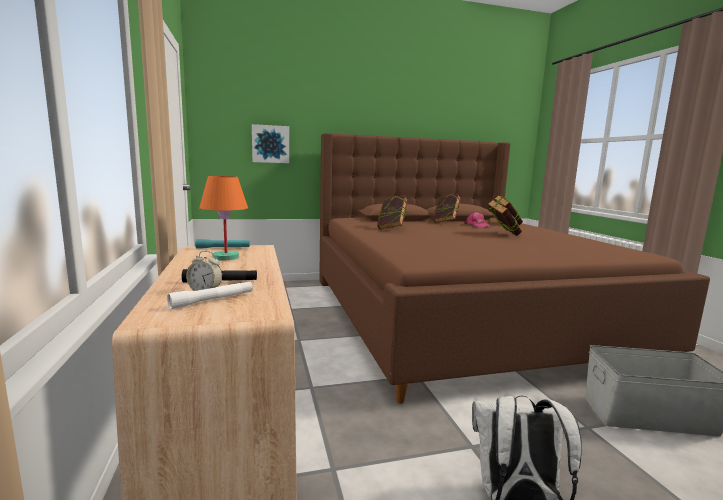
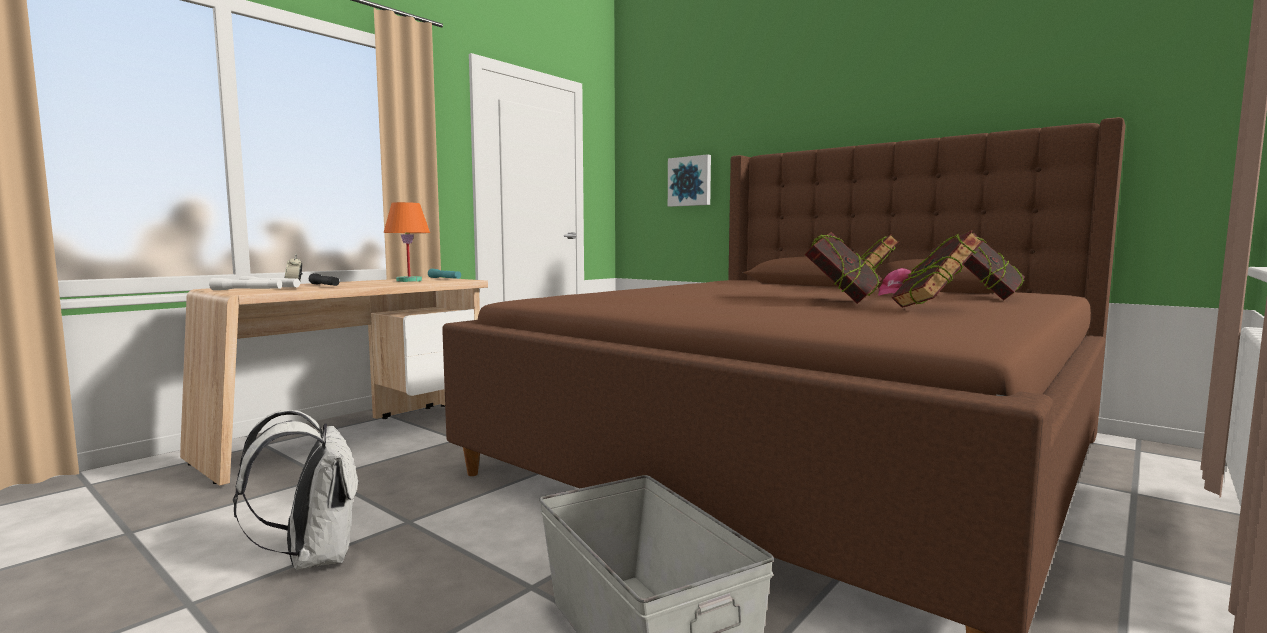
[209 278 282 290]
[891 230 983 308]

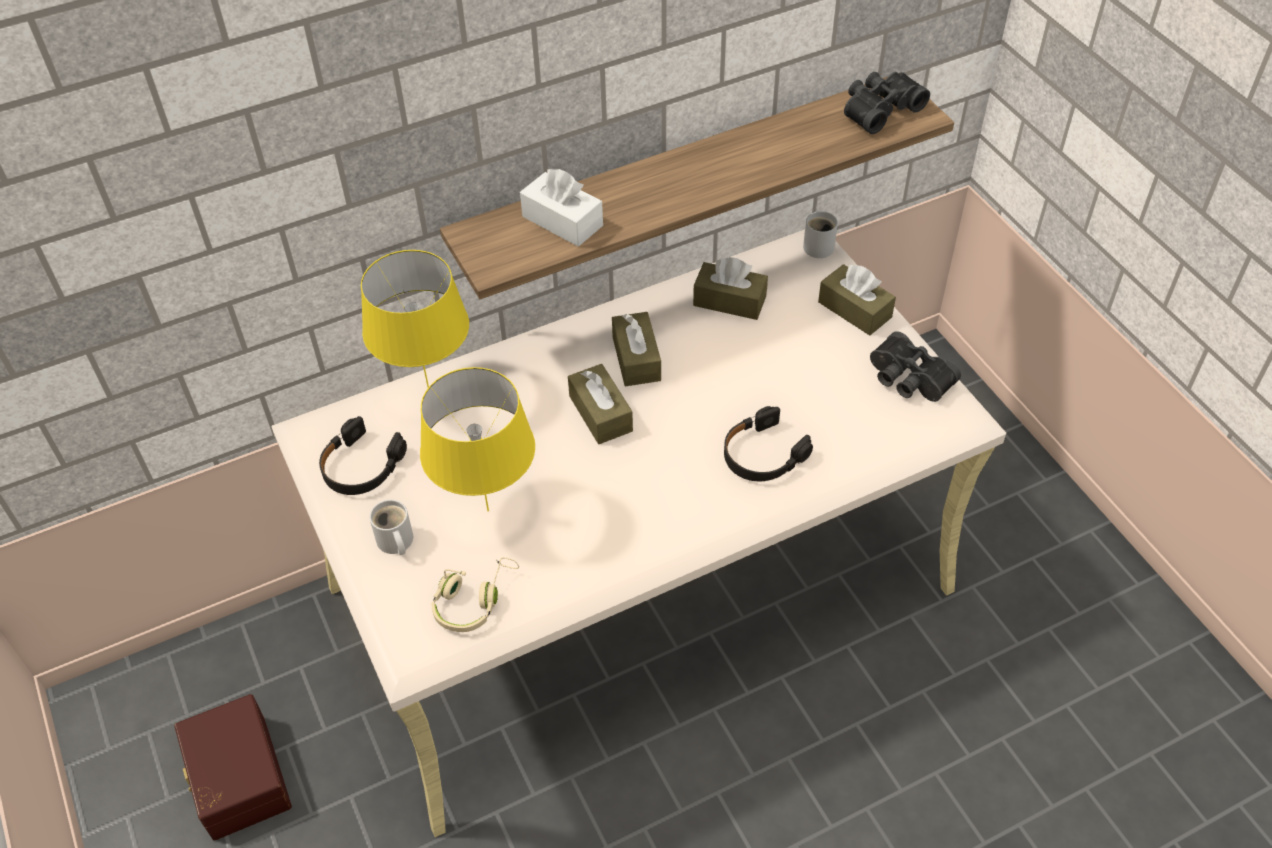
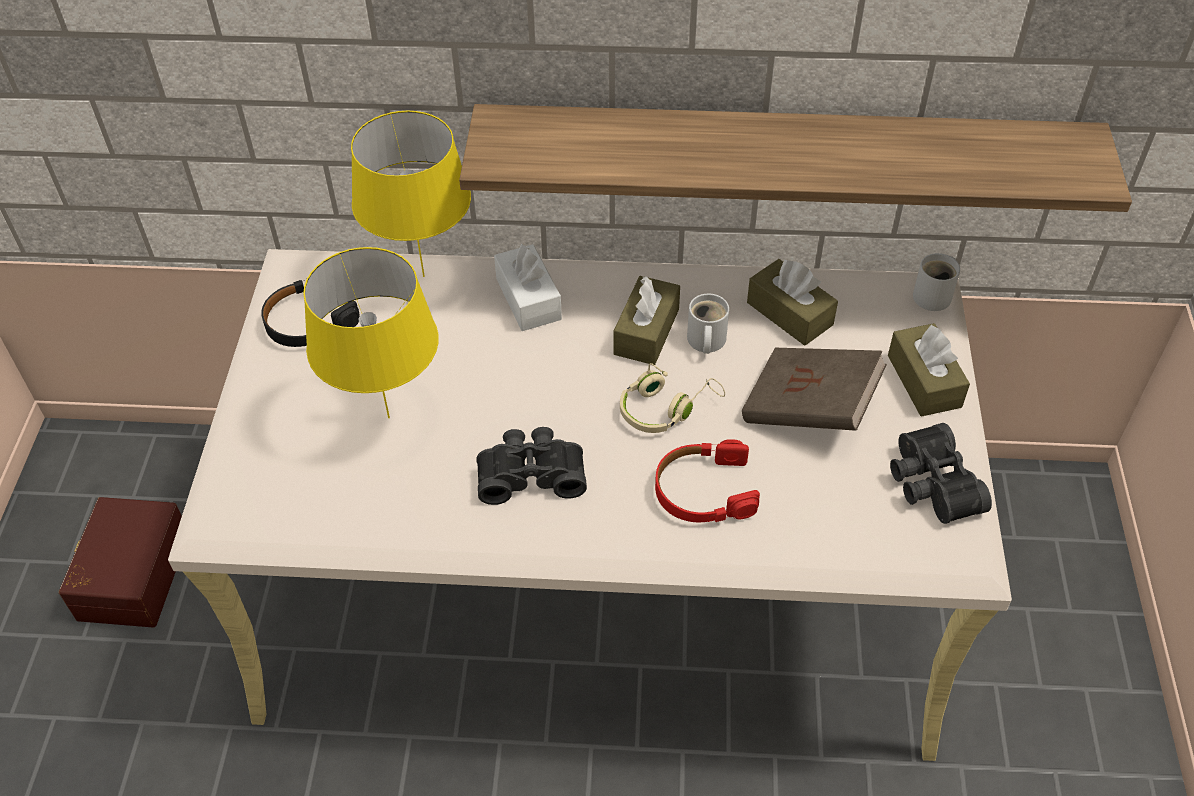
[476 427 587 505]
[494 244 562 331]
[620 363 725 433]
[655 439 760 522]
[687 294 729 354]
[742 348 887 431]
[568 364 633 444] (first image)

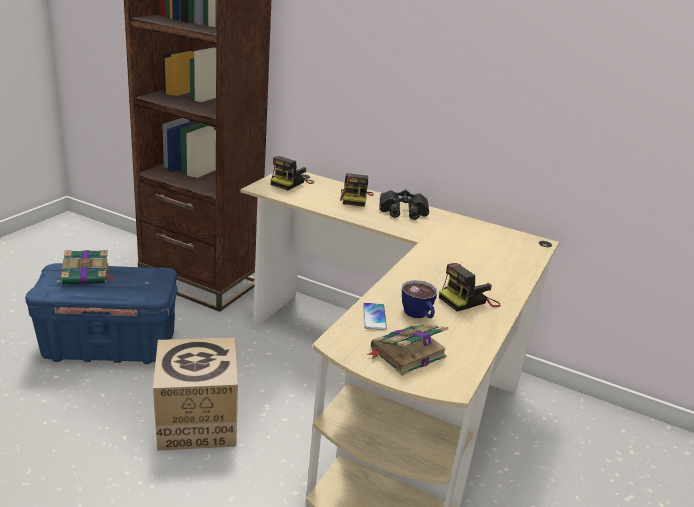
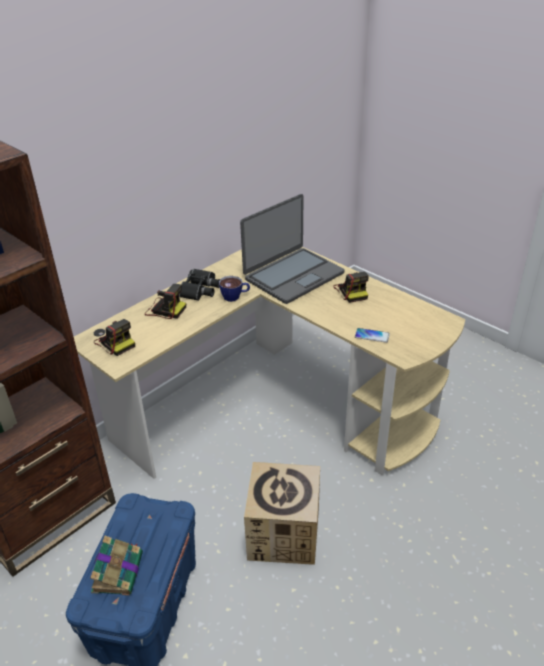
[219 276 250 302]
[240 194 344 304]
[367 324 448 376] (first image)

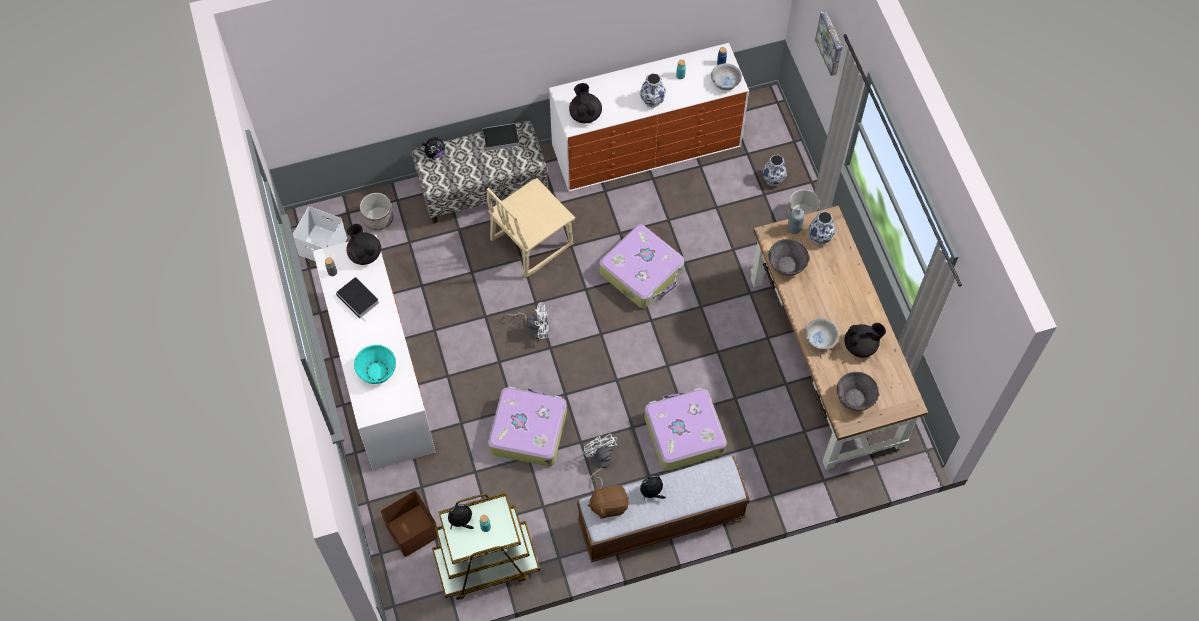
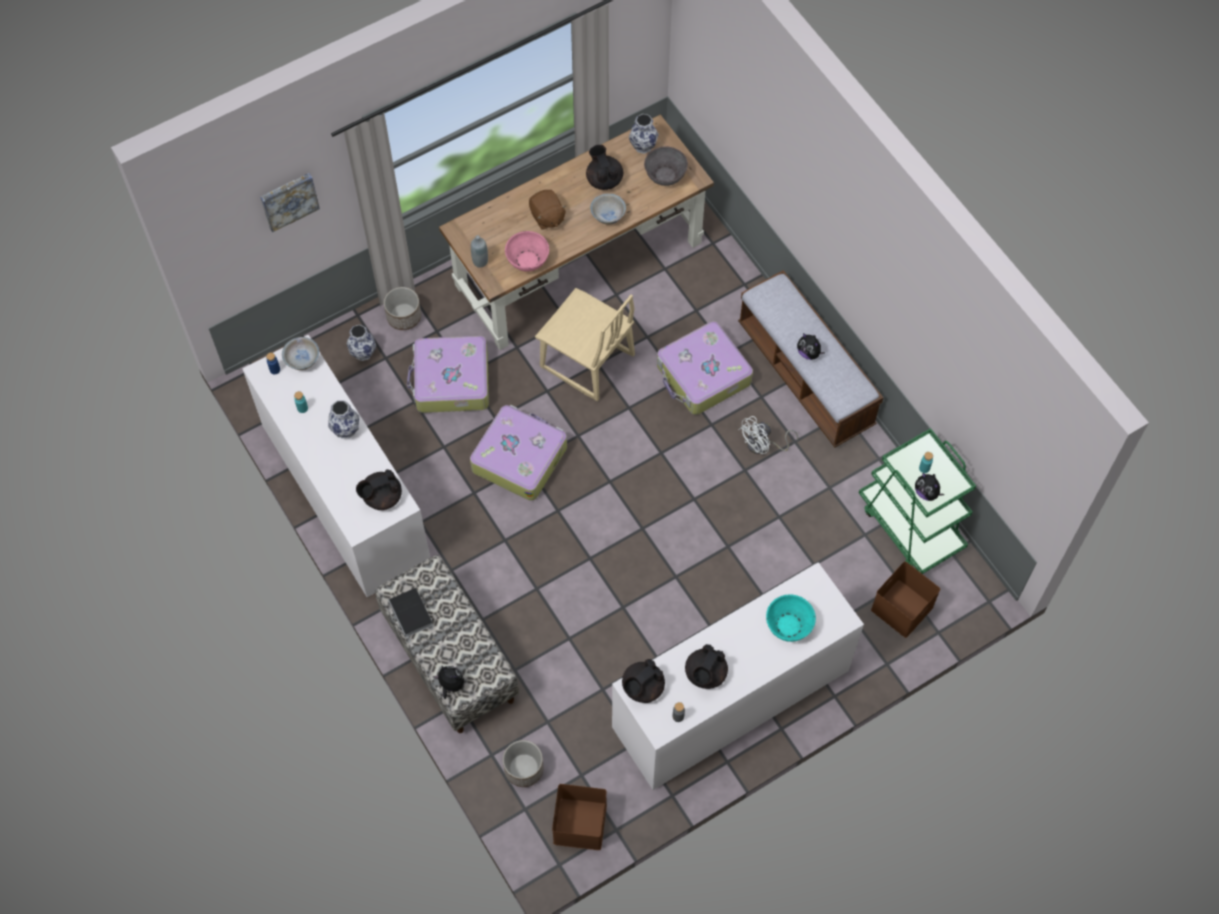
[407 336 489 413]
[505 231 549 272]
[529 190 567 230]
[535 288 635 401]
[552 784 607 850]
[629 114 659 154]
[685 644 728 689]
[859 428 976 574]
[506 303 548 339] (first image)

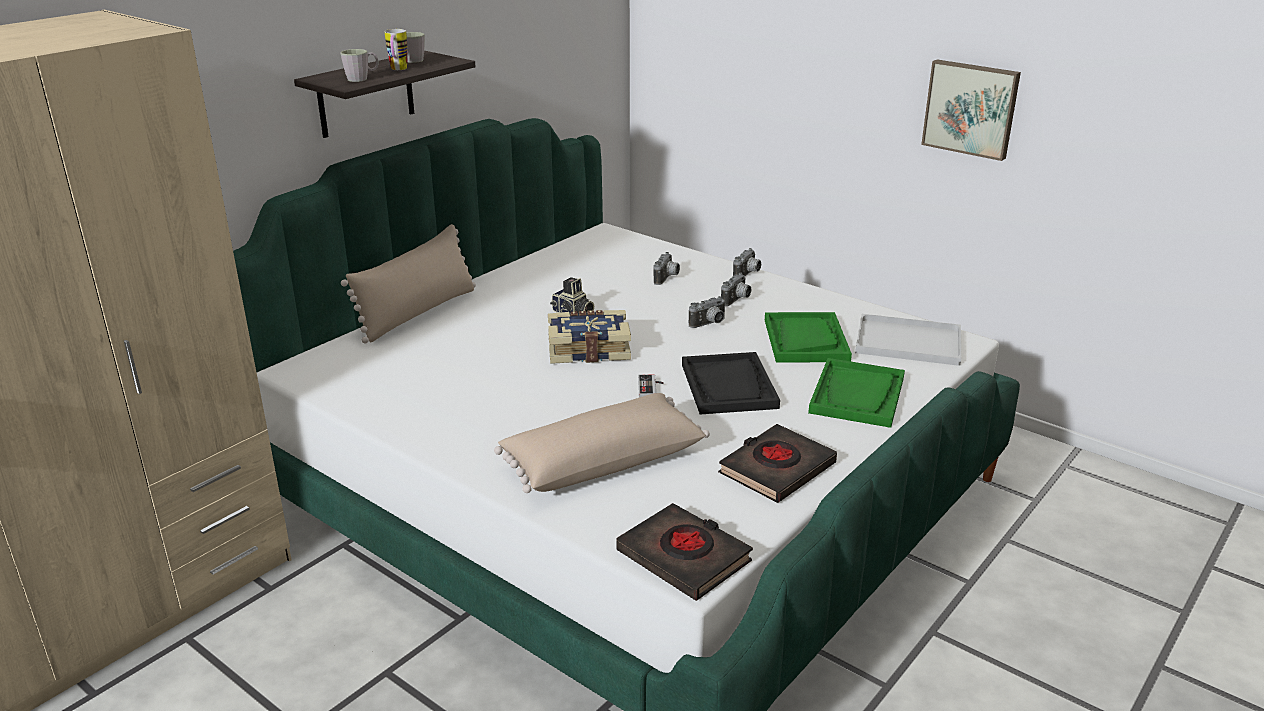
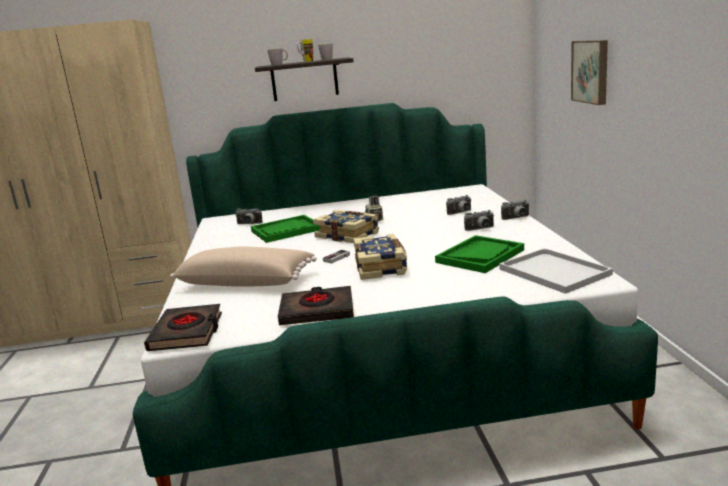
[235 208 263 224]
[251 215 321 243]
[353 234 407 280]
[571 40 608 105]
[341 224 476 343] (first image)

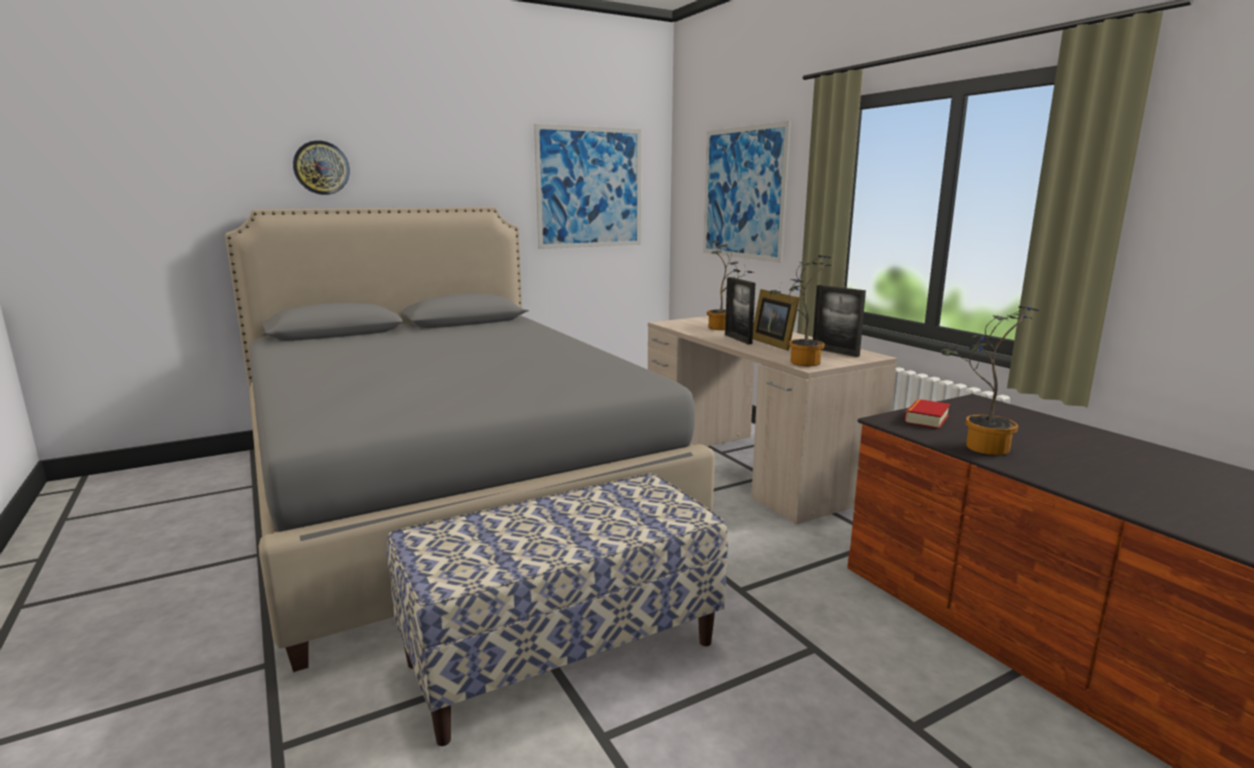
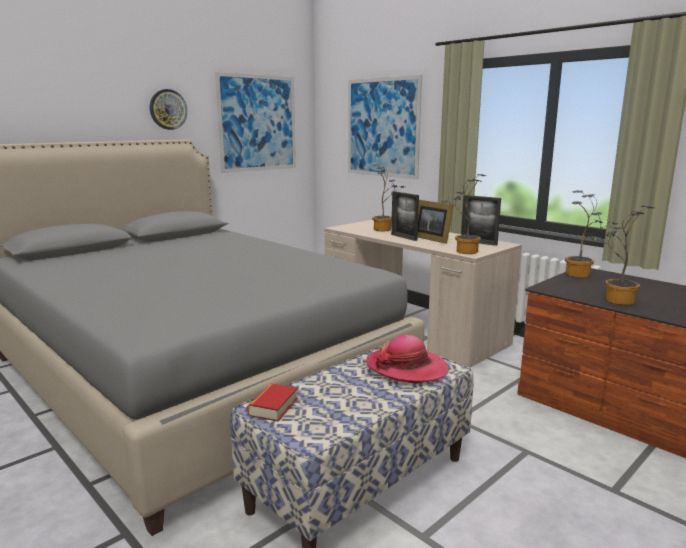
[150 89 187 130]
[247 383 298 421]
[366 335 449 384]
[565 191 618 278]

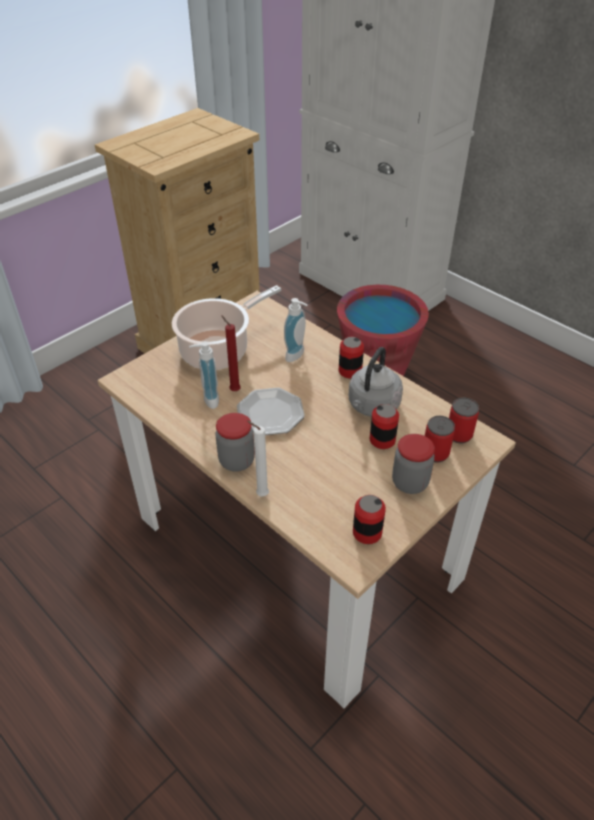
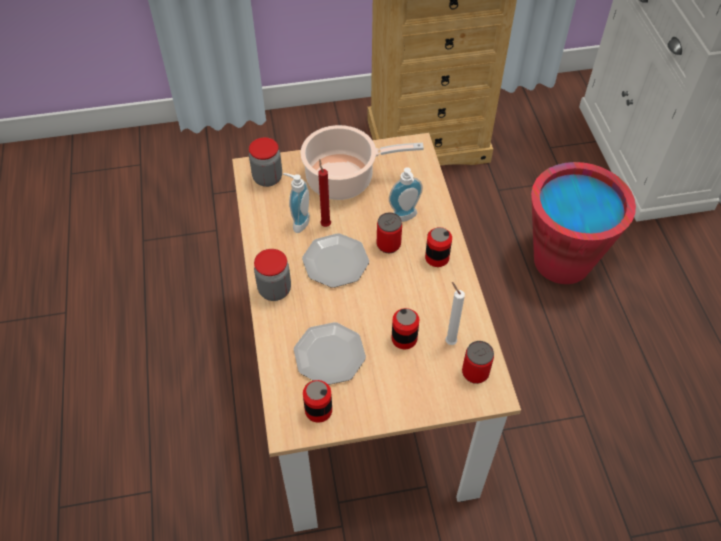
[249 137 282 187]
[294 322 366 385]
[377 212 402 253]
[446 282 465 345]
[349 347 403 417] (first image)

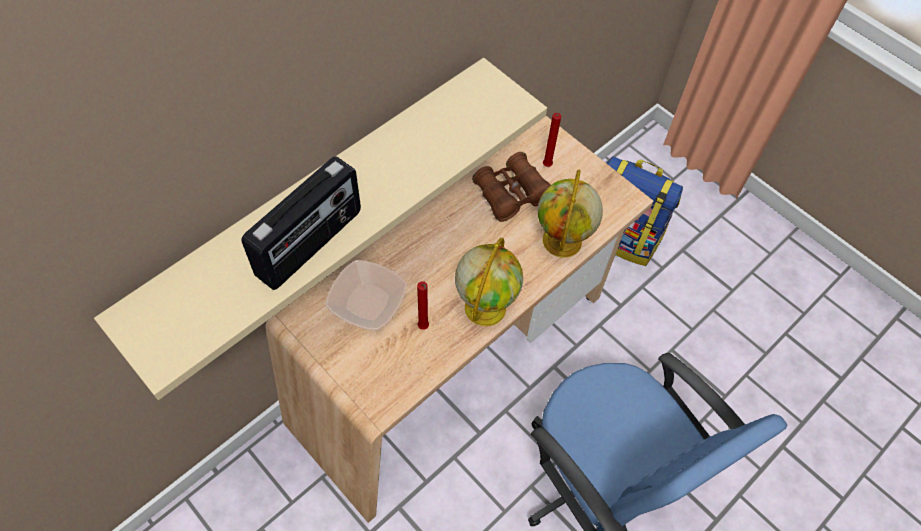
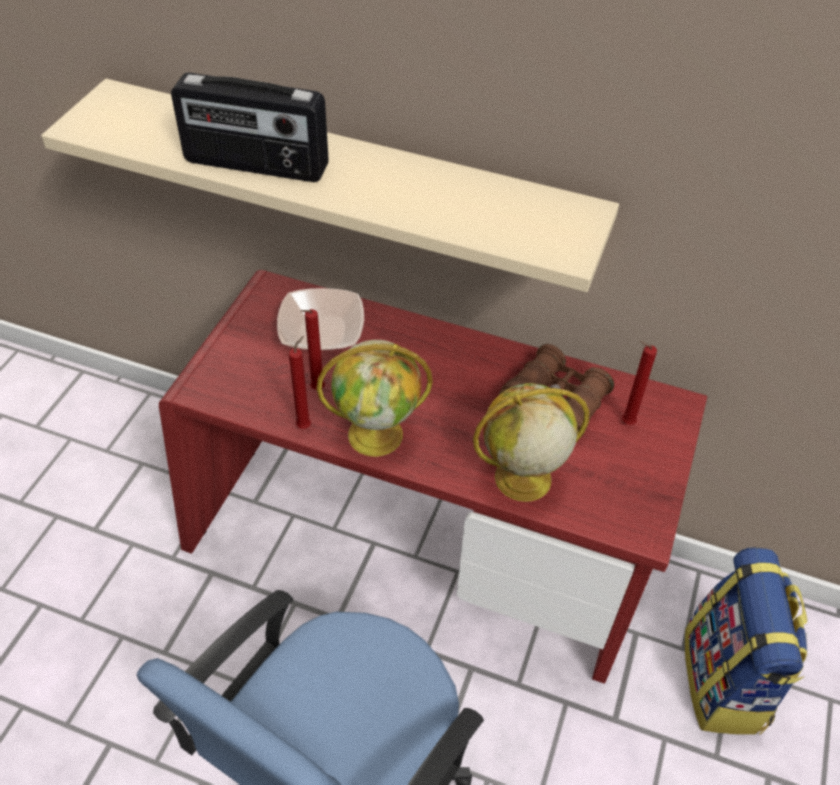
[159 270 707 684]
[289 336 311 429]

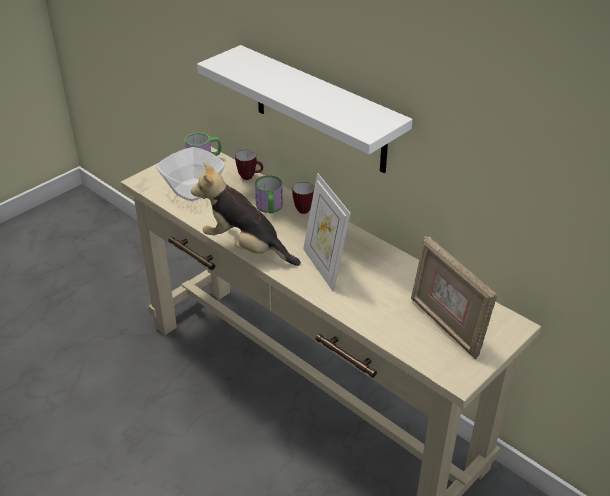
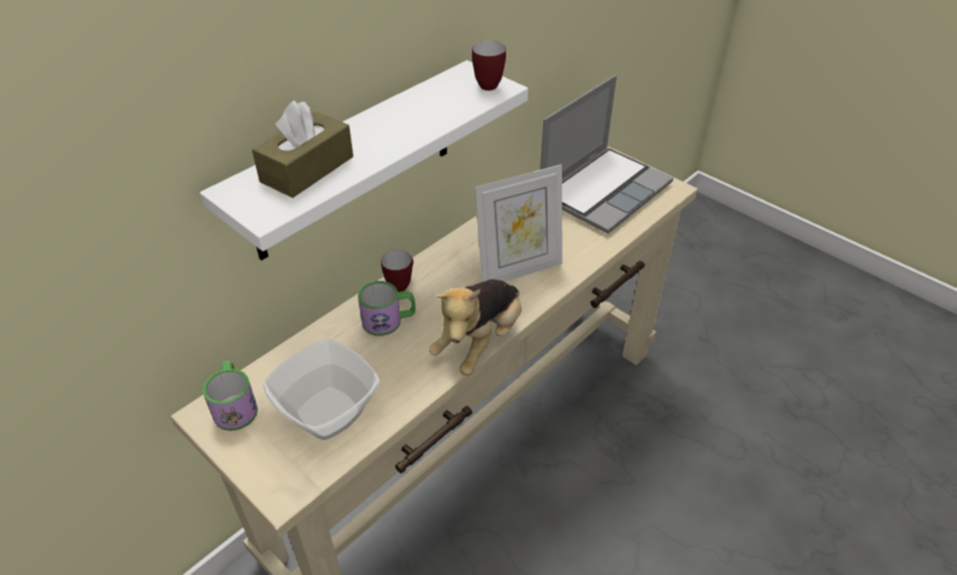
[252 100 353 198]
[472 41 506 91]
[540 75 674 234]

